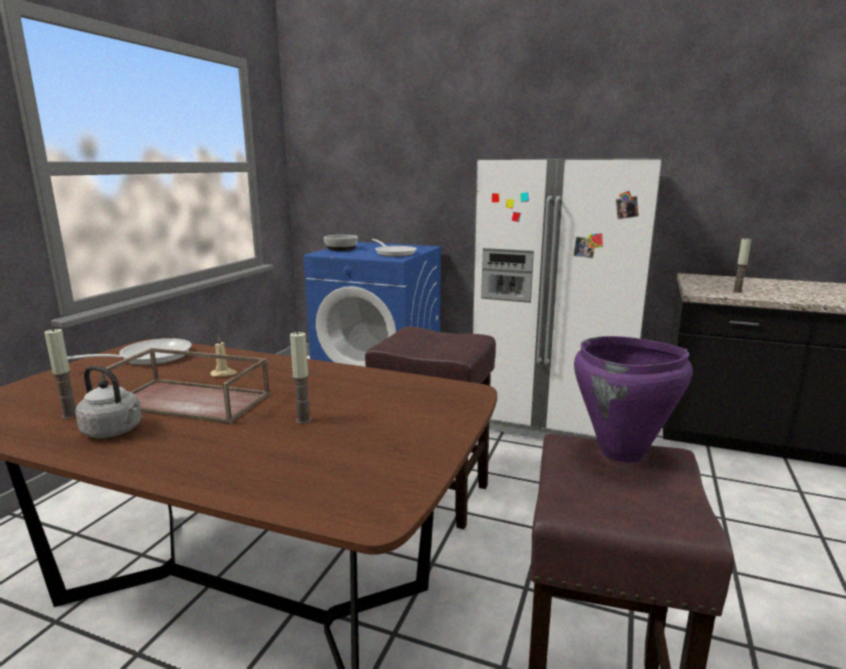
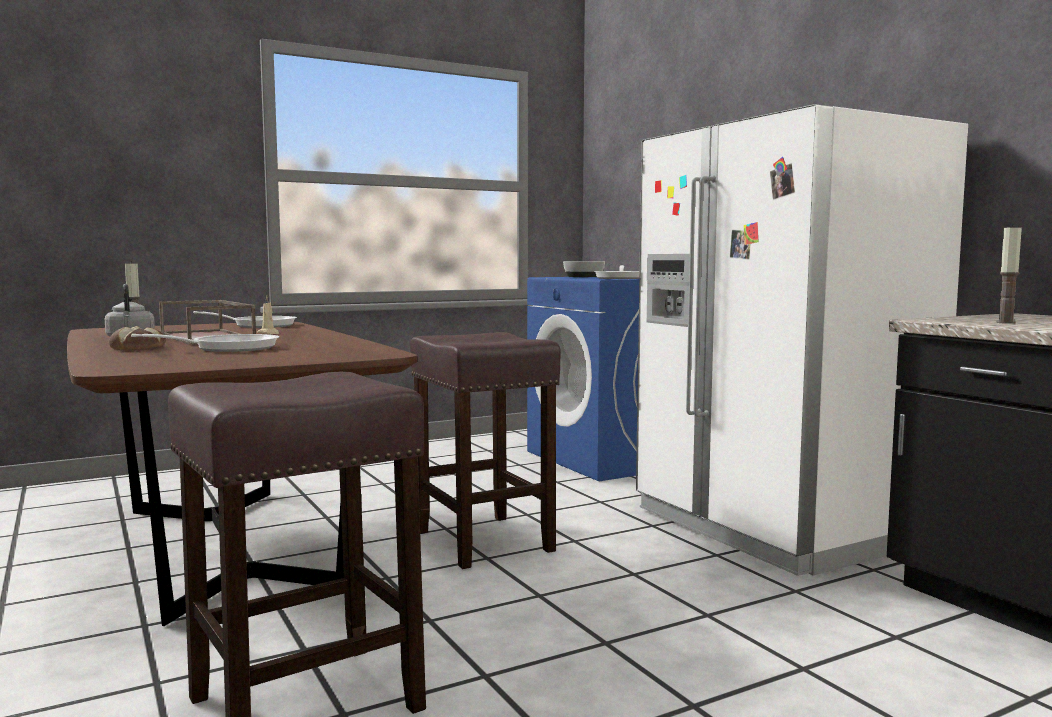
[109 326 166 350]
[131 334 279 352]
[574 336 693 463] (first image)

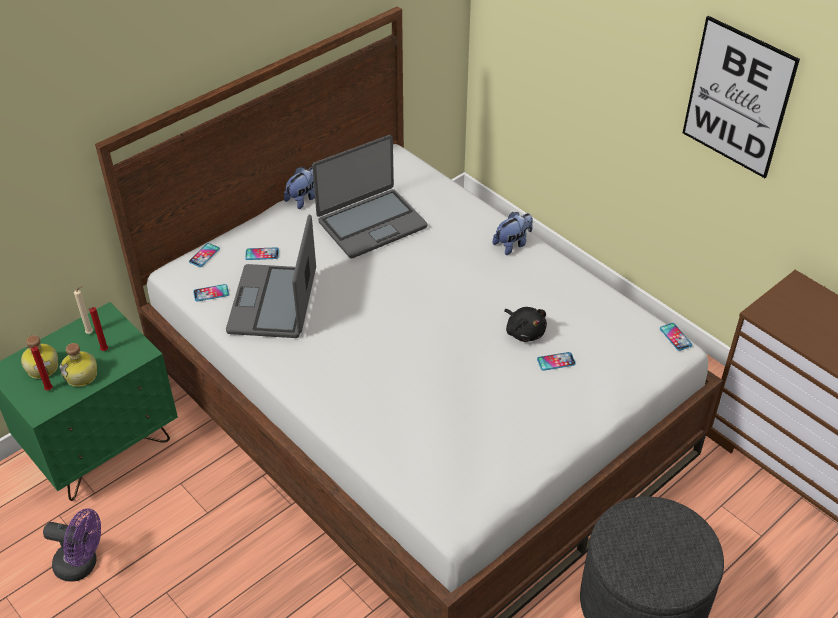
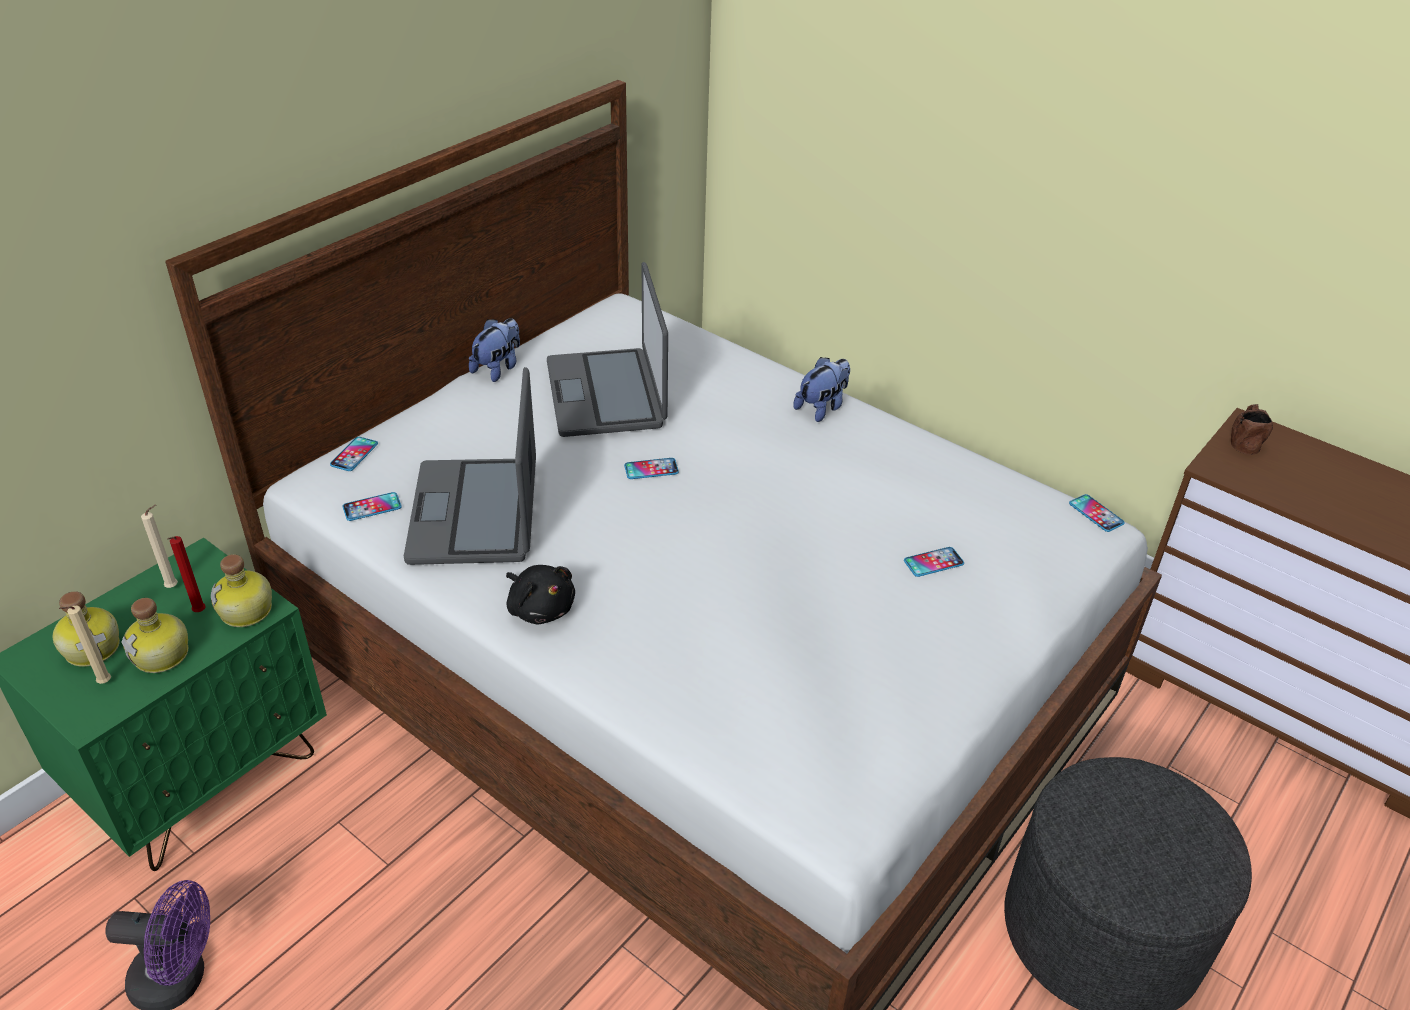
[59 606 111 684]
[211 554 272 627]
[506 565 575 624]
[547 262 668 437]
[624 458 679 479]
[1231 404 1273 455]
[683 16 800 178] (first image)

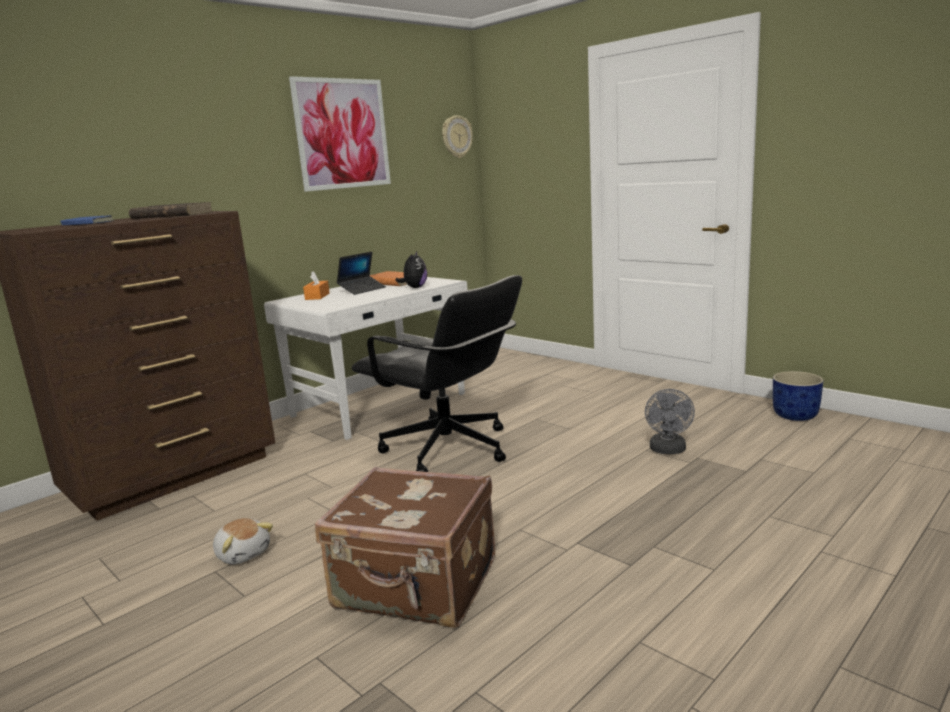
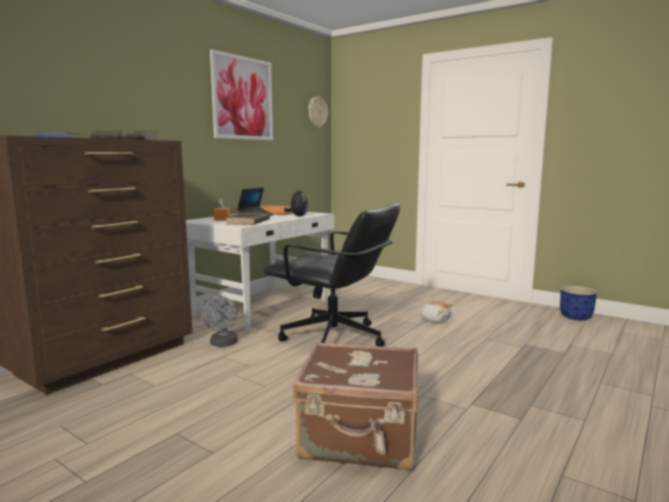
[201 296 238 347]
[225 212 270 225]
[419 301 453 323]

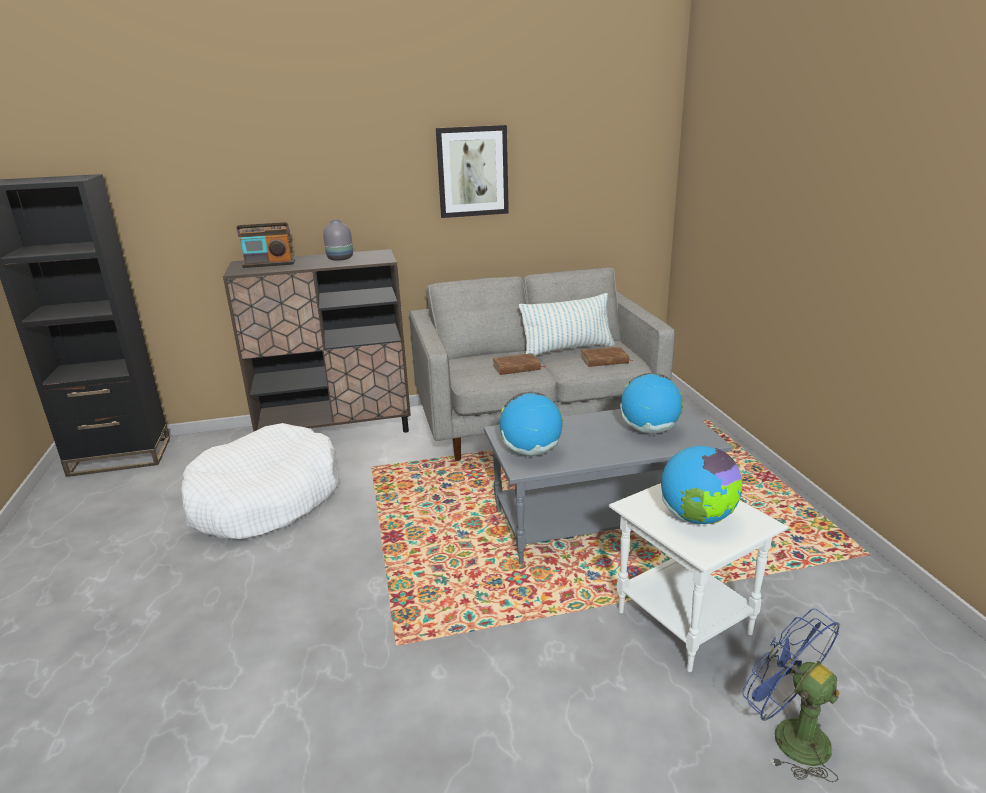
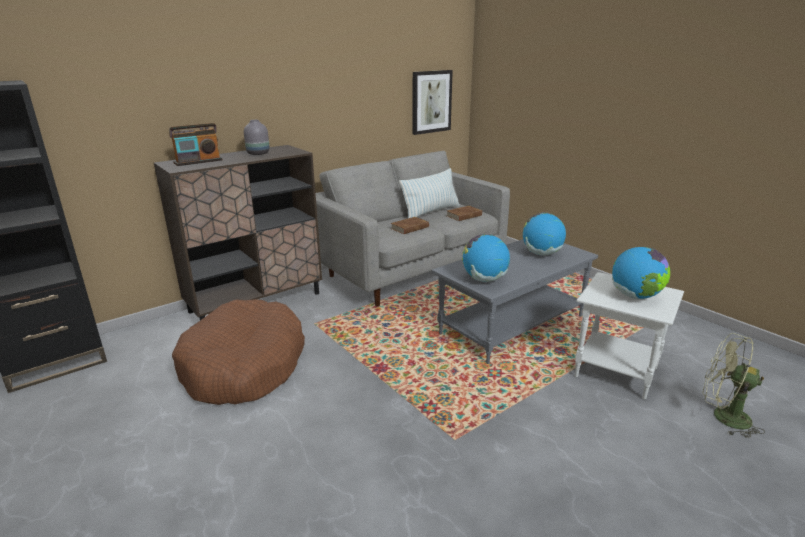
[172 299 305 405]
[413 70 453 135]
[702 333 765 438]

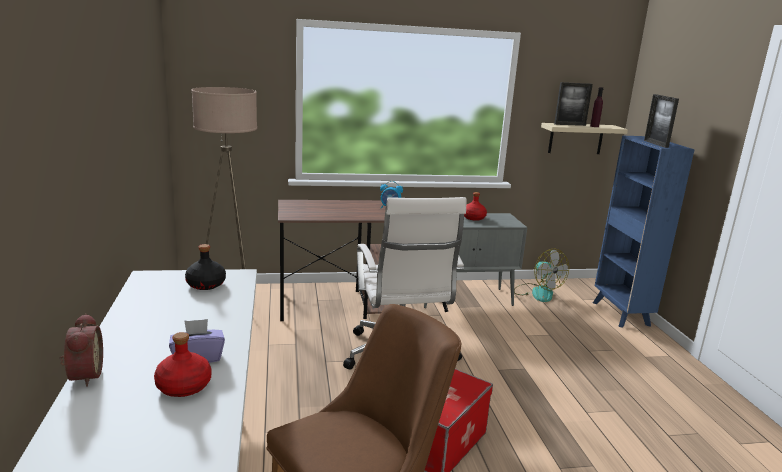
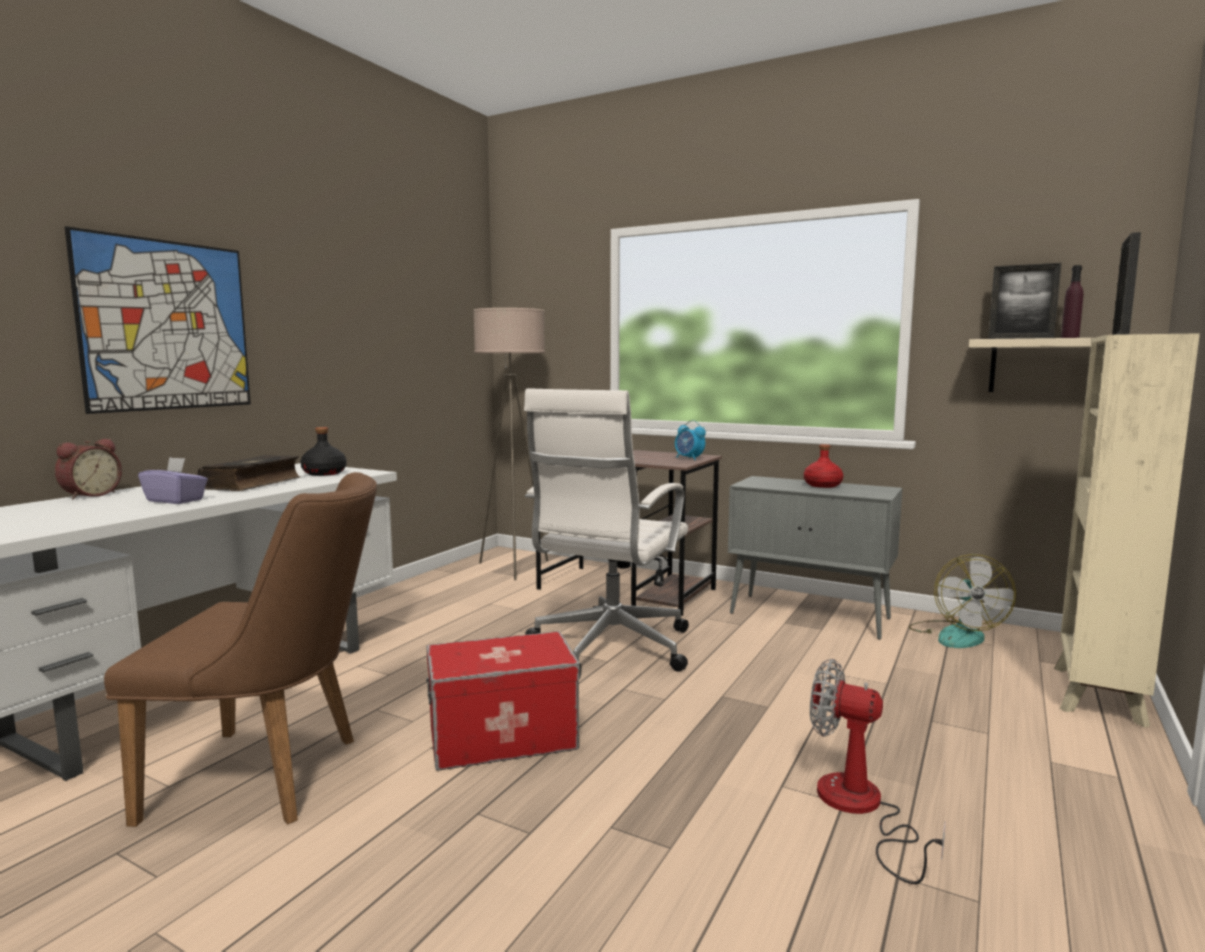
[65 226 251 414]
[197 455 301 491]
[810 659 946 884]
[1054 333 1200 727]
[154 332 211 397] (first image)

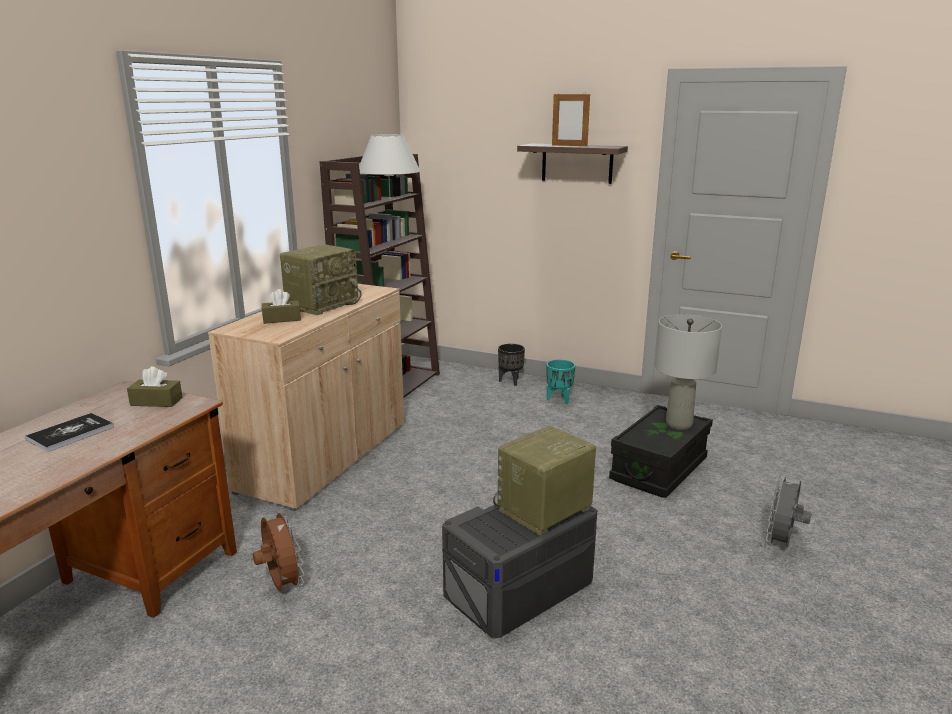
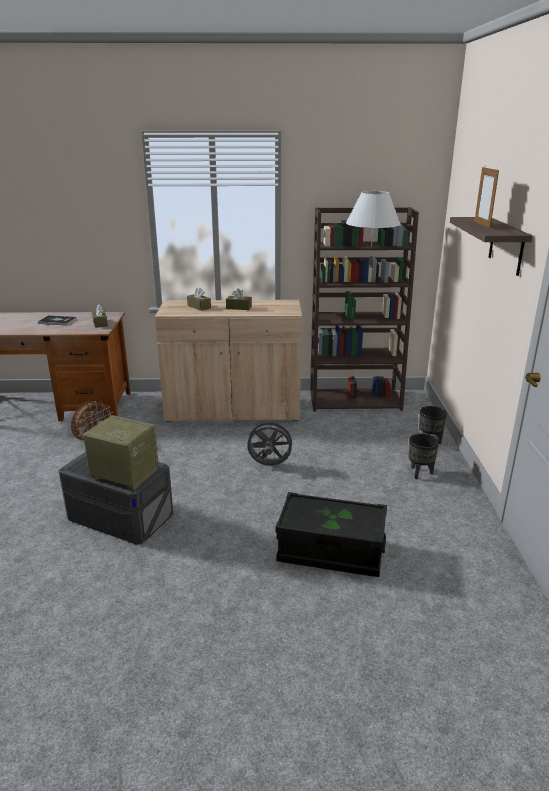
[226 288 252 310]
[246 419 295 466]
[409 433 439 479]
[655 314 722 430] (first image)

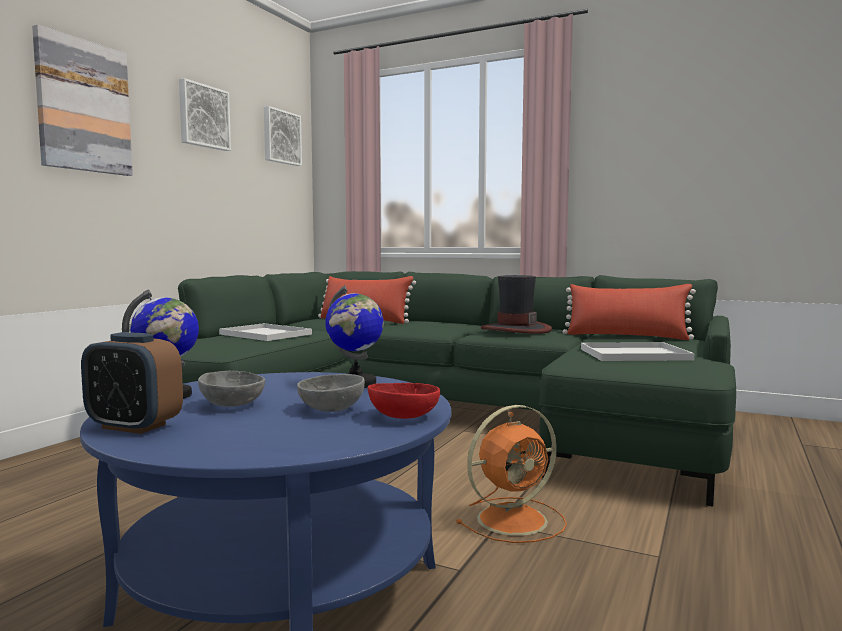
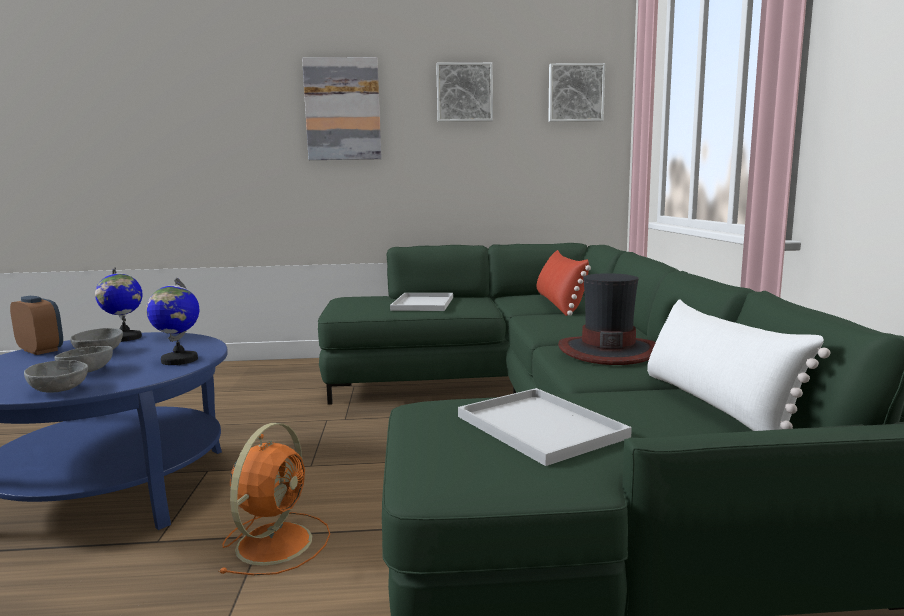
[10 296 63 355]
[24 360 88 393]
[218 423 330 575]
[647 299 831 431]

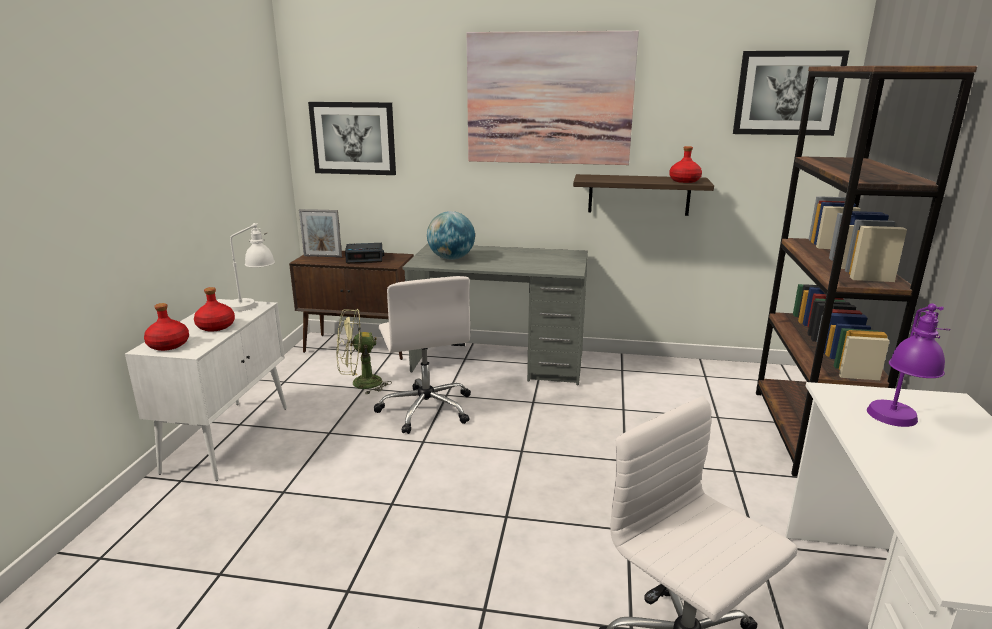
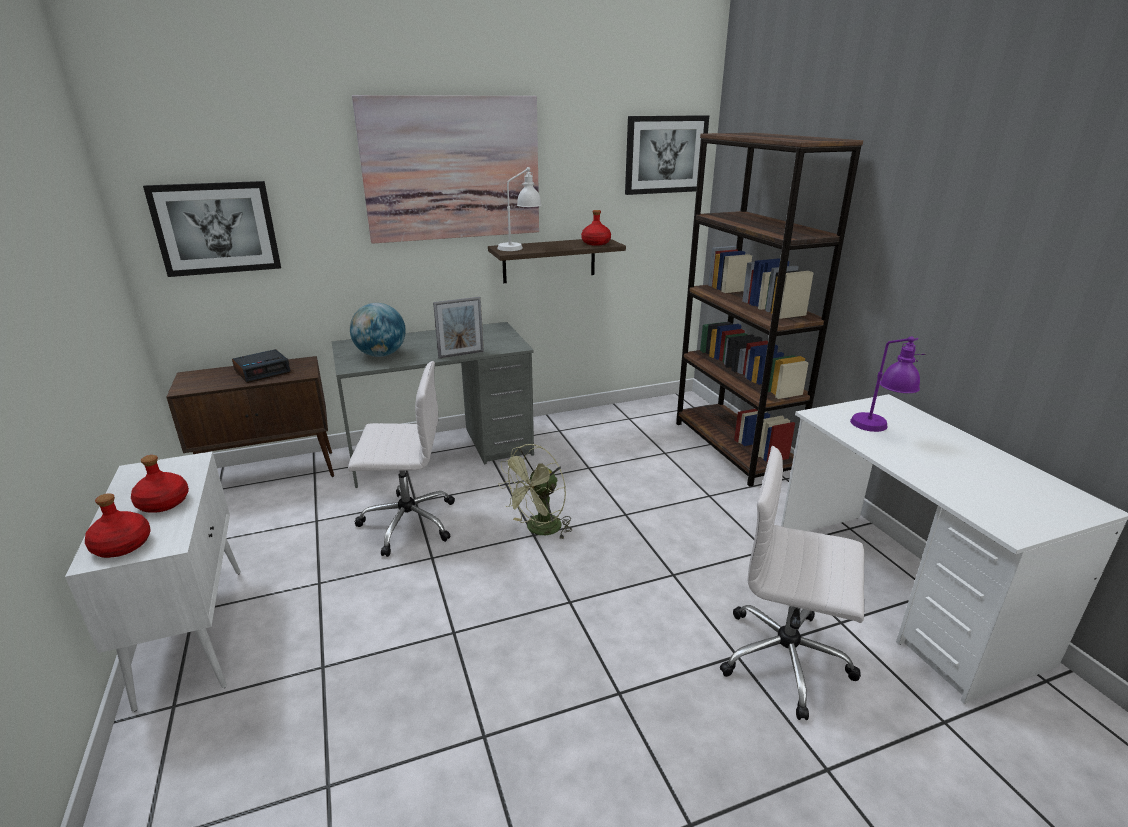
[348 361 455 557]
[433 297 484 358]
[497 167 542 251]
[498 444 572 540]

